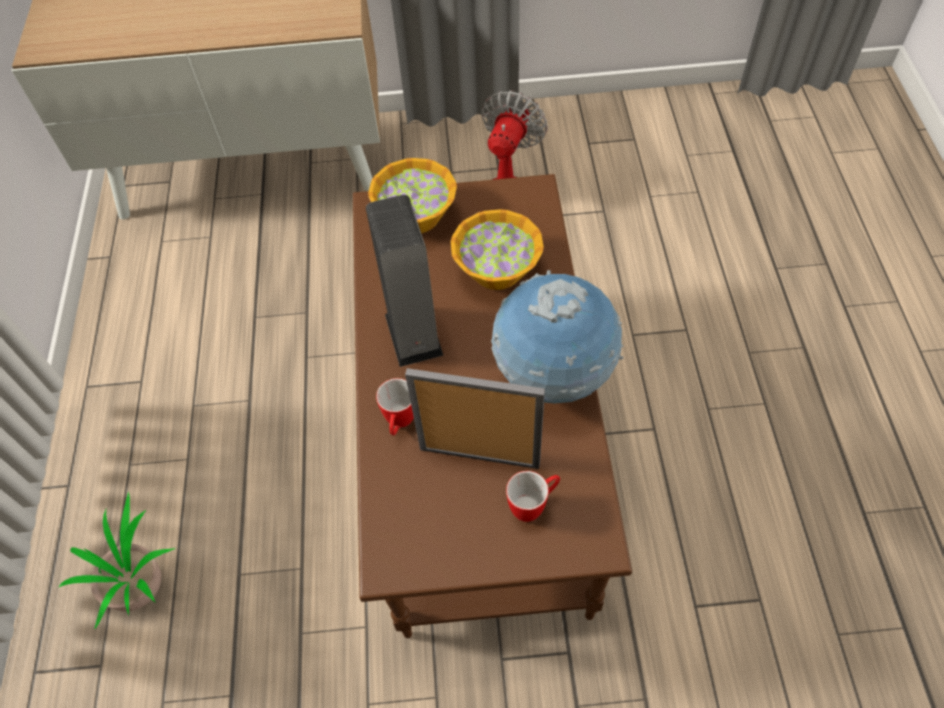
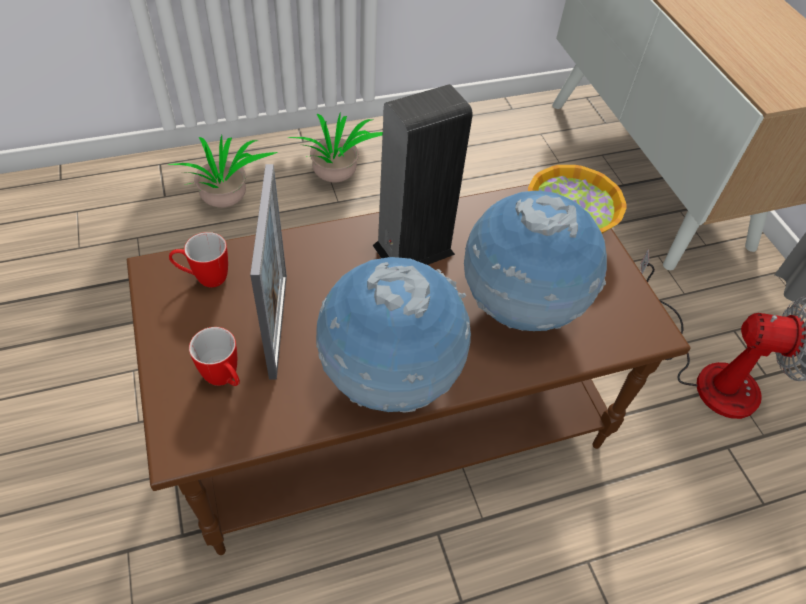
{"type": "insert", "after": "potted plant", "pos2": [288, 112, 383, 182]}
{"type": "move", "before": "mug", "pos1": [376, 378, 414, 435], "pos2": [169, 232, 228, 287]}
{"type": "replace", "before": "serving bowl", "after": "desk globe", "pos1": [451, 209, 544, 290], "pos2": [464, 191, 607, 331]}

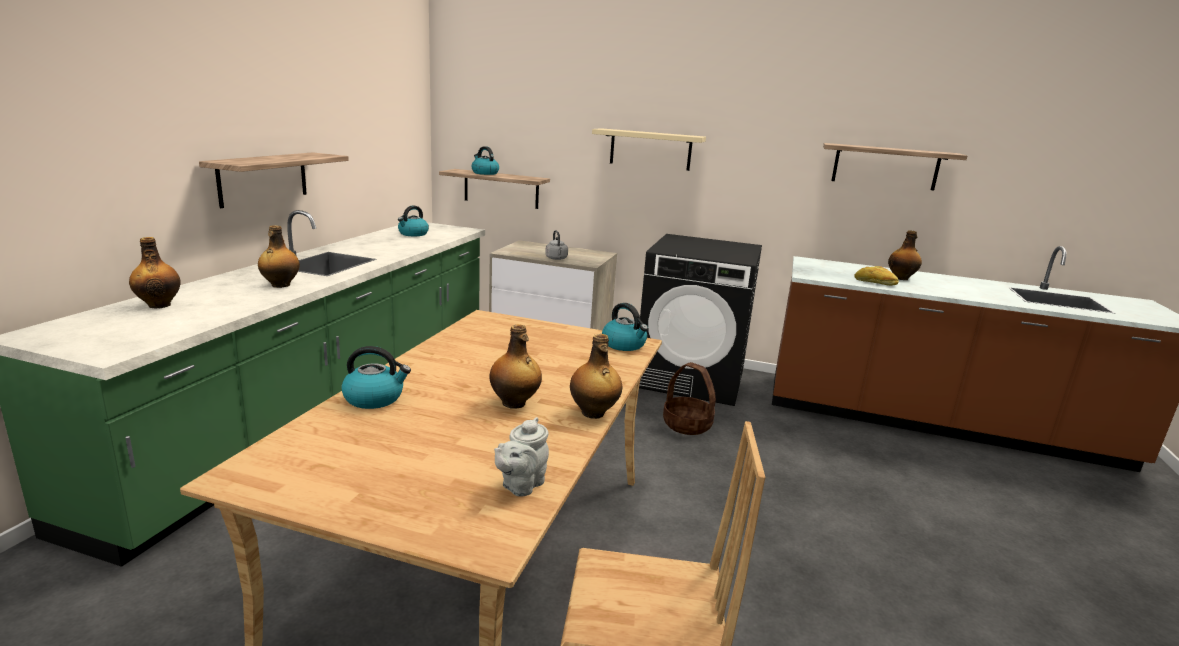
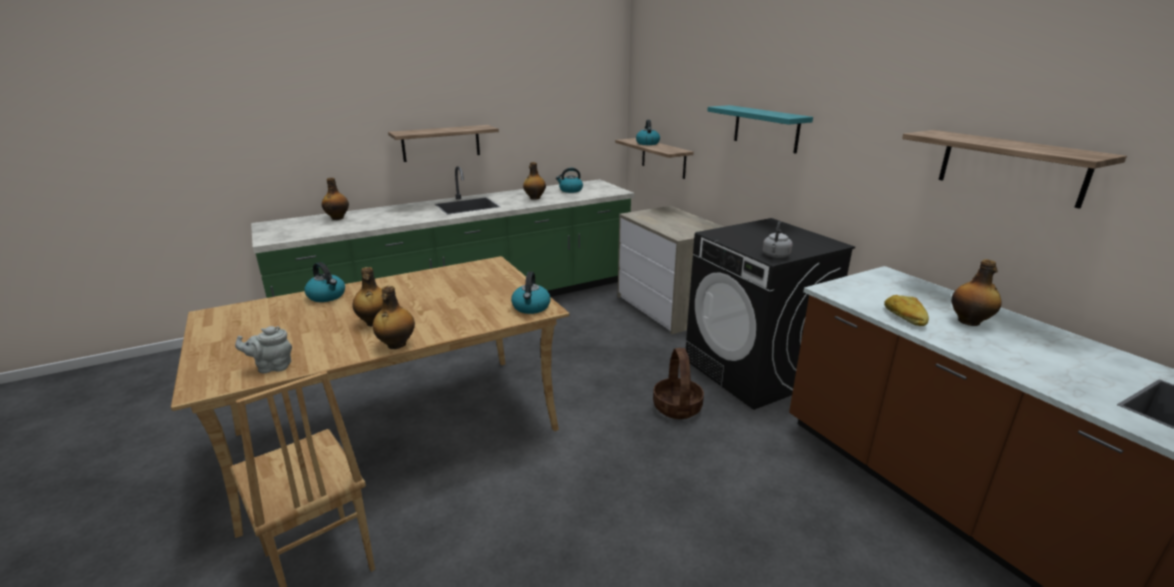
{"type": "move", "before": "beverage bottle", "pos1": [258, 225, 300, 288], "pos2": [523, 162, 546, 200]}
{"type": "move", "before": "tea kettle (greyish)", "pos1": [545, 230, 568, 260], "pos2": [763, 221, 793, 258]}
{"type": "recolor", "before": "wall shelf (sand-coloured)", "after": "wall shelf (turquoise)", "pos1": [592, 128, 706, 171], "pos2": [707, 105, 813, 154]}

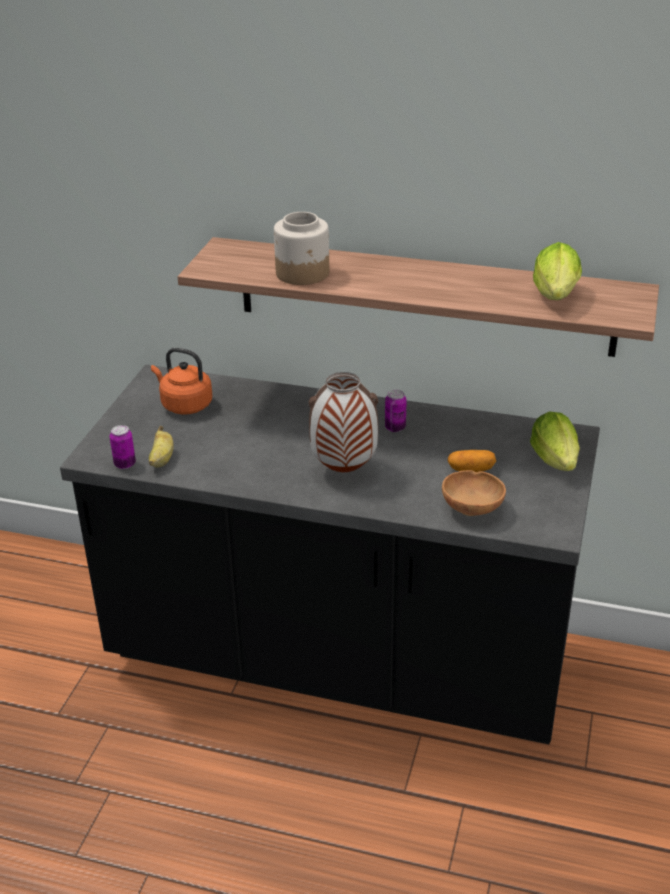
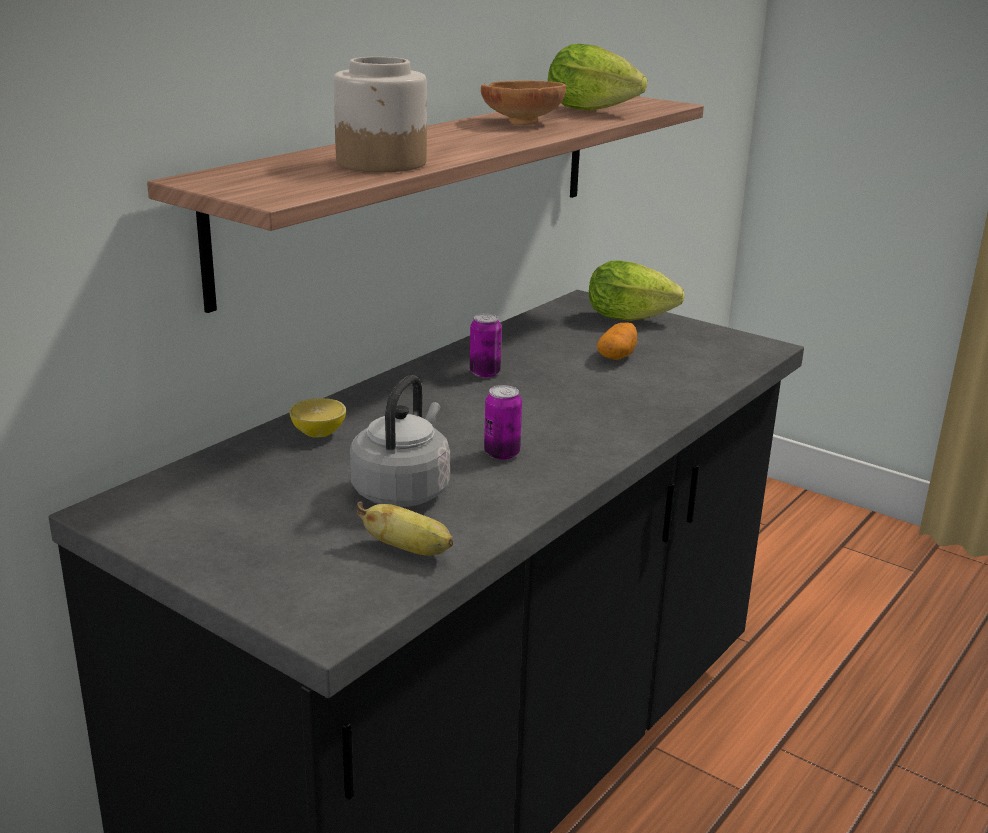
{"type": "delete", "before": "tea kettle (orange)", "pos1": [151, 348, 212, 415]}
{"type": "delete", "before": "flower vase", "pos1": [309, 372, 378, 472]}
{"type": "insert", "after": "citrus fruit", "pos2": [289, 398, 346, 438]}
{"type": "insert", "after": "tea kettle (greyish)", "pos2": [350, 375, 450, 507]}
{"type": "move", "before": "can", "pos1": [110, 425, 136, 469], "pos2": [484, 385, 522, 460]}
{"type": "move", "before": "serving bowl (brownish)", "pos1": [442, 470, 506, 516], "pos2": [481, 80, 566, 125]}

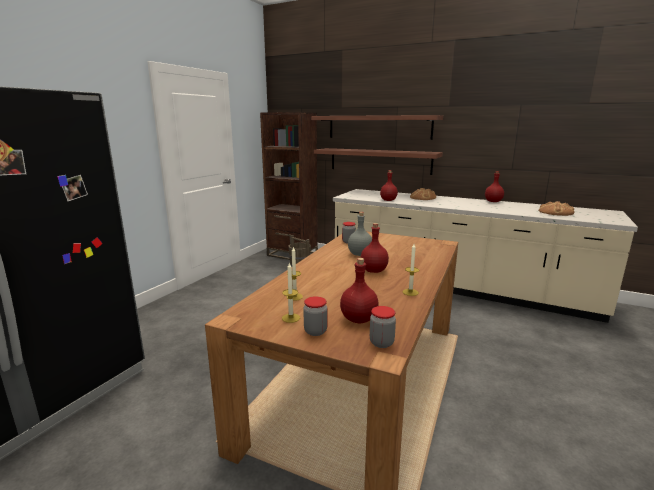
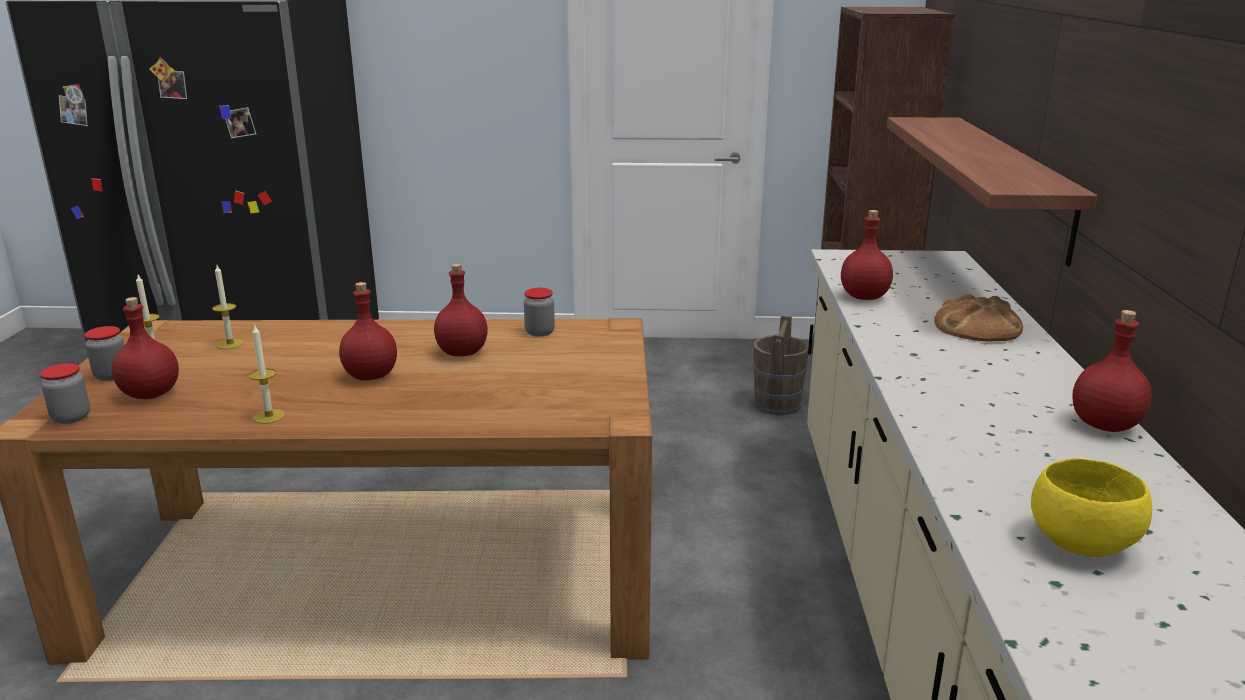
{"type": "delete", "before": "wall shelf", "pos1": [311, 115, 443, 140]}
{"type": "replace", "before": "bakery bread", "after": "serving bowl (yellow)", "pos1": [539, 201, 575, 216], "pos2": [1031, 458, 1152, 557]}
{"type": "recolor", "before": "beverage bottle (greyish)", "after": "beverage bottle (red)", "pos1": [348, 212, 372, 256], "pos2": [434, 264, 488, 356]}

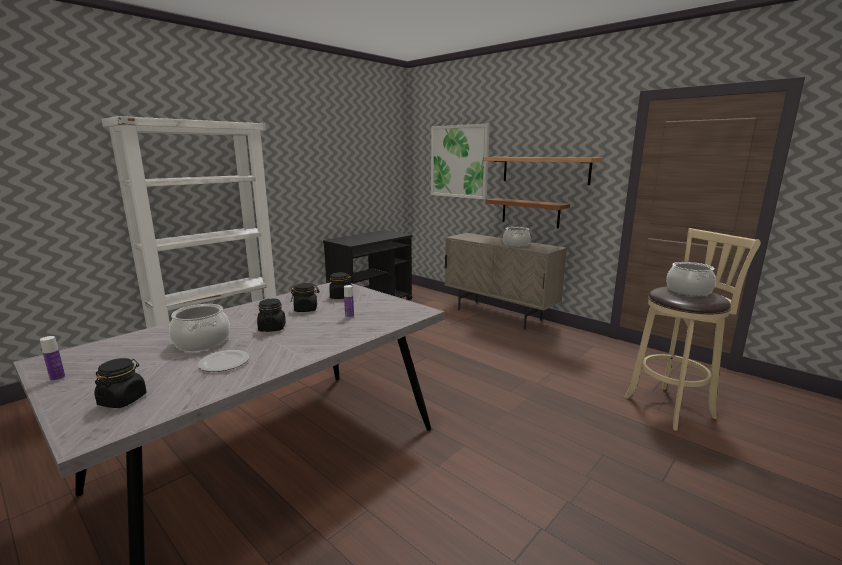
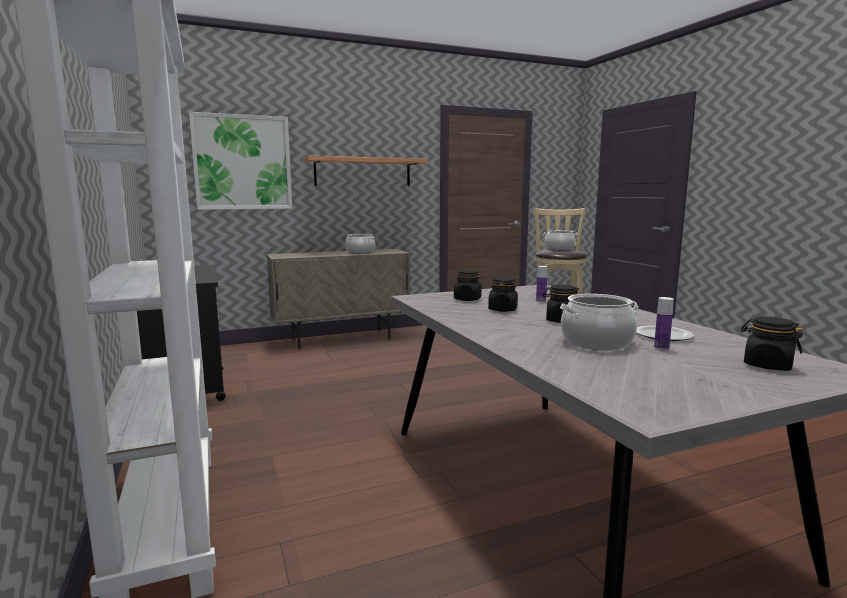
{"type": "delete", "before": "wall shelf (brownish)", "pos1": [485, 198, 570, 228]}
{"type": "move", "before": "beverage bottle", "pos1": [40, 336, 65, 382], "pos2": [654, 297, 674, 350]}

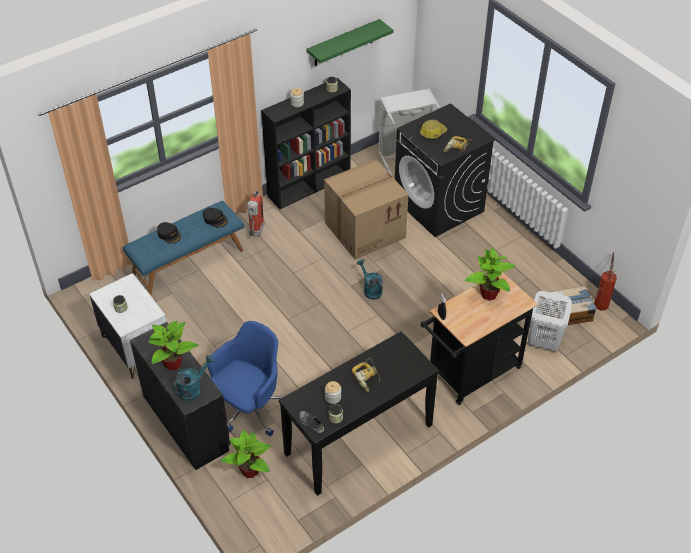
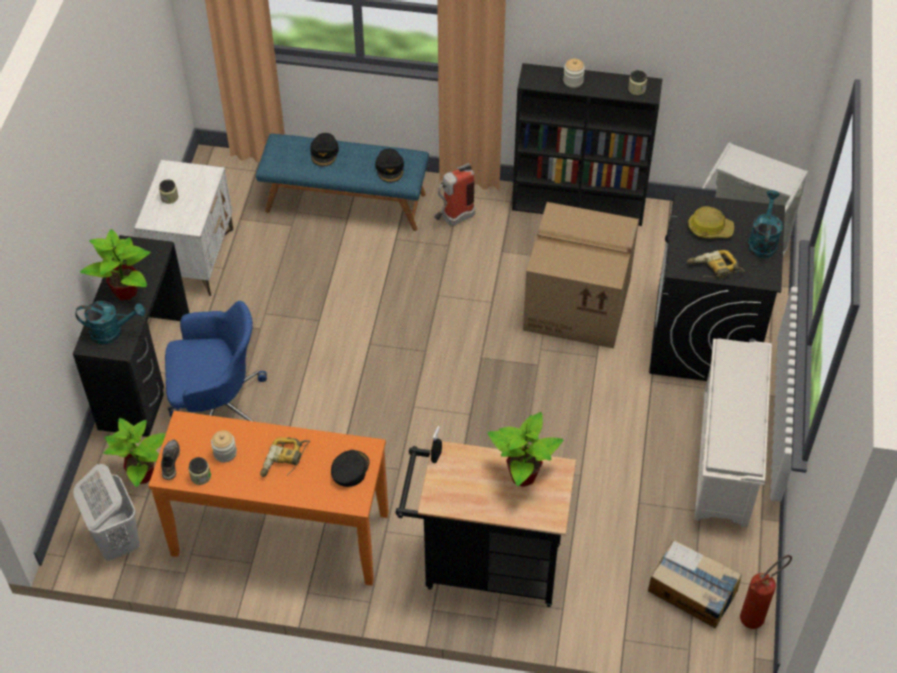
{"type": "delete", "before": "wall shelf (green-coloured)", "pos1": [307, 19, 393, 66]}
{"type": "insert", "after": "cap (blackish)", "pos2": [331, 450, 369, 487]}
{"type": "insert", "after": "shoe stand (white)", "pos2": [694, 338, 772, 527]}
{"type": "move", "before": "sprinkling can (turquoise)", "pos1": [357, 259, 383, 300], "pos2": [748, 190, 783, 258]}
{"type": "move", "before": "washing basket (white)", "pos1": [528, 291, 572, 351], "pos2": [73, 464, 139, 561]}
{"type": "recolor", "before": "console table (blackish)", "after": "console table (orange)", "pos1": [279, 331, 439, 496], "pos2": [148, 411, 389, 586]}

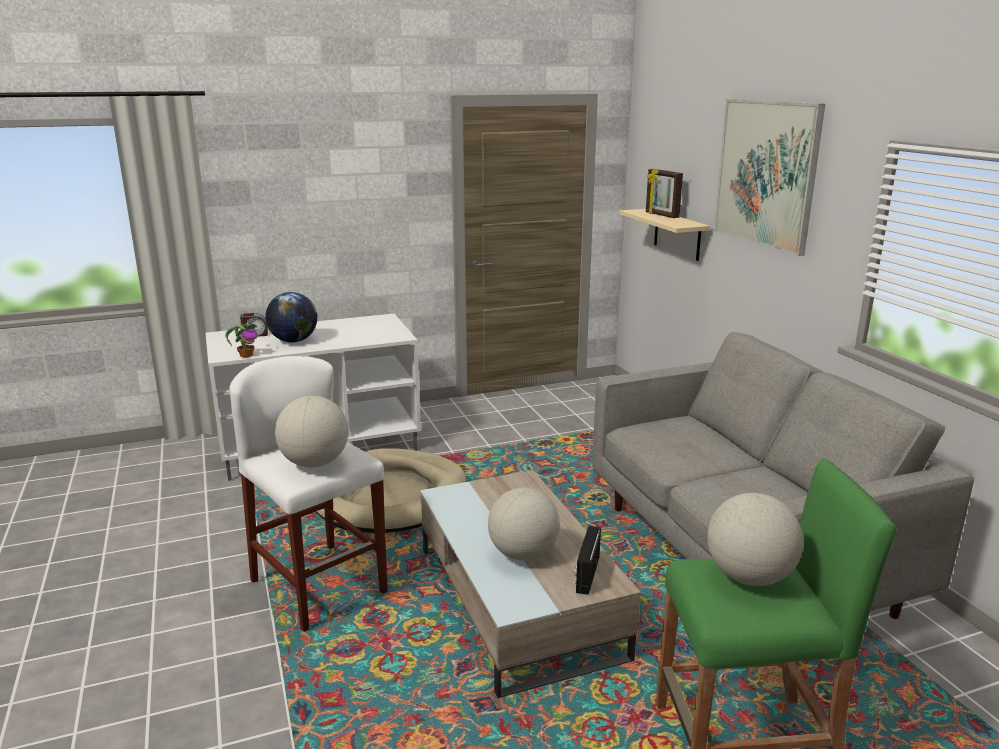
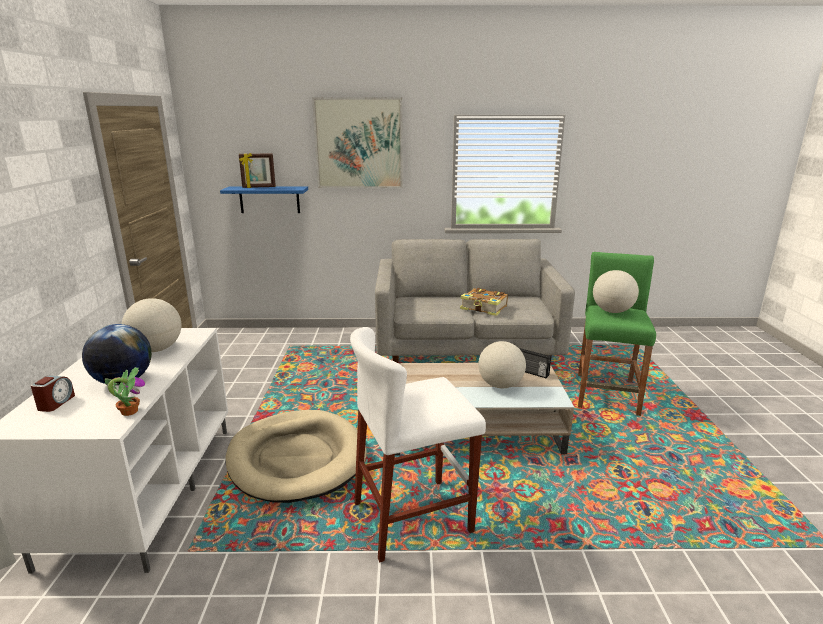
{"type": "insert", "after": "book", "pos2": [460, 288, 508, 316]}
{"type": "move", "before": "desk globe", "pos1": [275, 396, 349, 467], "pos2": [122, 298, 181, 352]}
{"type": "recolor", "before": "wall shelf (sand-coloured)", "after": "wall shelf (blue-coloured)", "pos1": [620, 209, 710, 261], "pos2": [220, 186, 308, 213]}

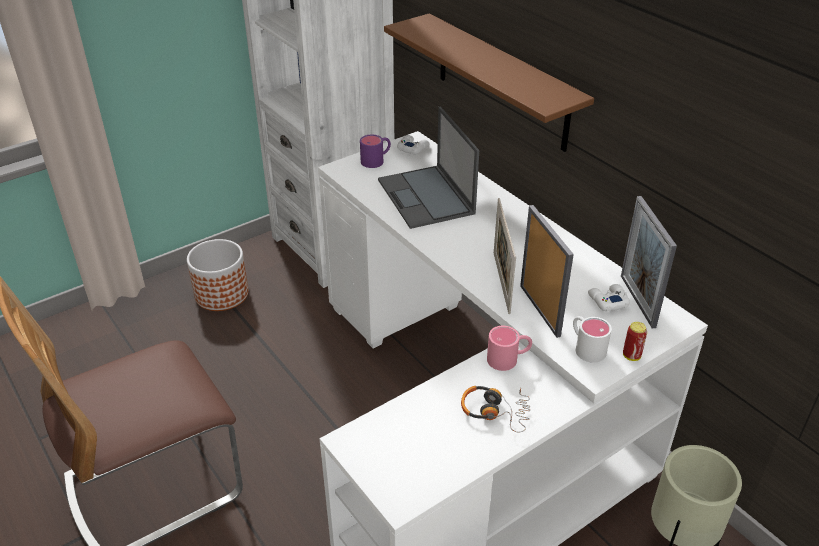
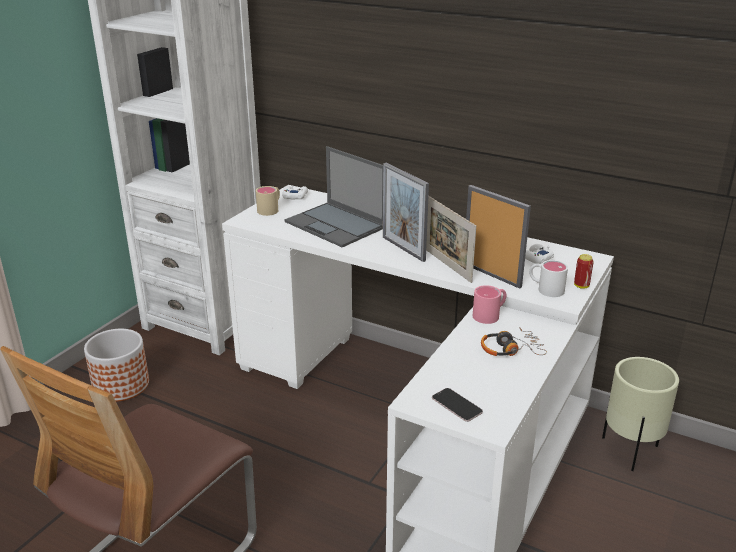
{"type": "delete", "before": "wall shelf (brownish)", "pos1": [384, 14, 594, 152]}
{"type": "insert", "after": "telephone", "pos2": [432, 388, 483, 422]}
{"type": "move", "before": "photo frame", "pos1": [621, 196, 677, 329], "pos2": [383, 163, 429, 262]}
{"type": "recolor", "before": "mug (purple)", "after": "mug (sand-coloured)", "pos1": [360, 135, 391, 168], "pos2": [256, 186, 280, 216]}

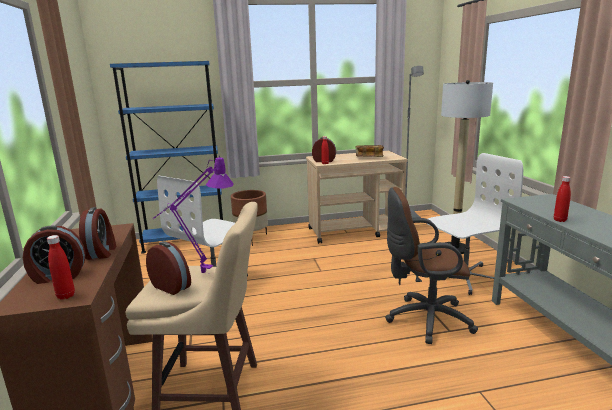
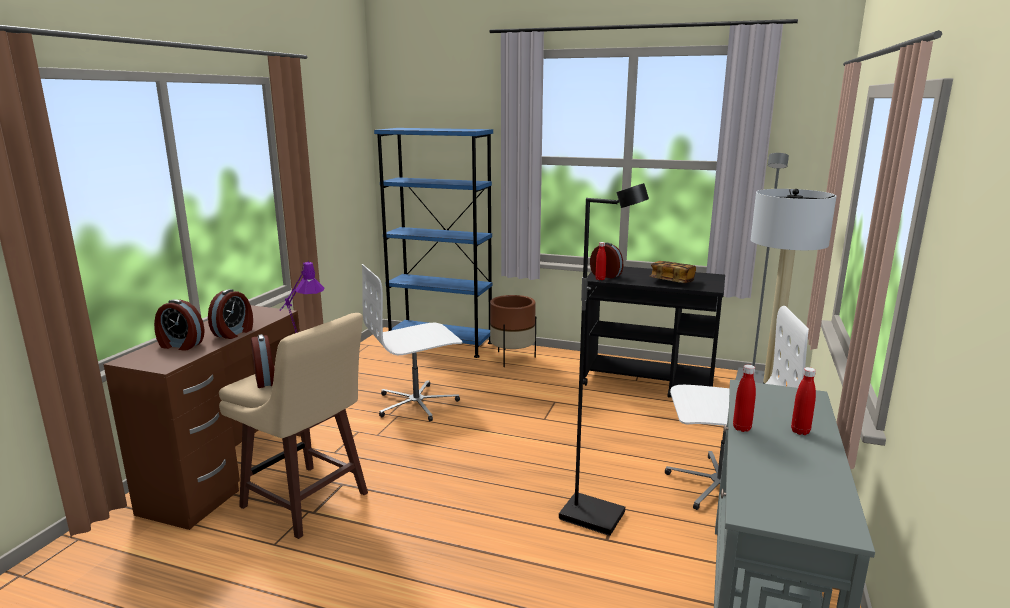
{"type": "move", "before": "beverage bottle (red)", "pos1": [47, 235, 75, 300], "pos2": [791, 367, 816, 435]}
{"type": "replace", "before": "office chair (brownish)", "after": "standard lamp (blackish)", "pos1": [385, 187, 478, 344], "pos2": [559, 183, 649, 536]}
{"type": "recolor", "before": "trolley (sand-coloured)", "after": "trolley (blackish)", "pos1": [306, 151, 408, 244], "pos2": [583, 266, 725, 398]}

